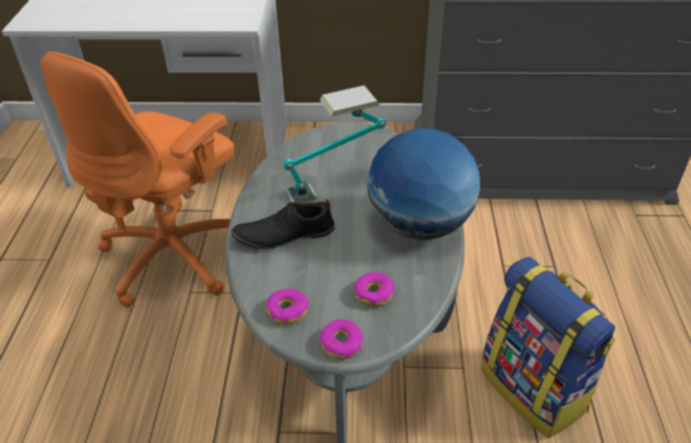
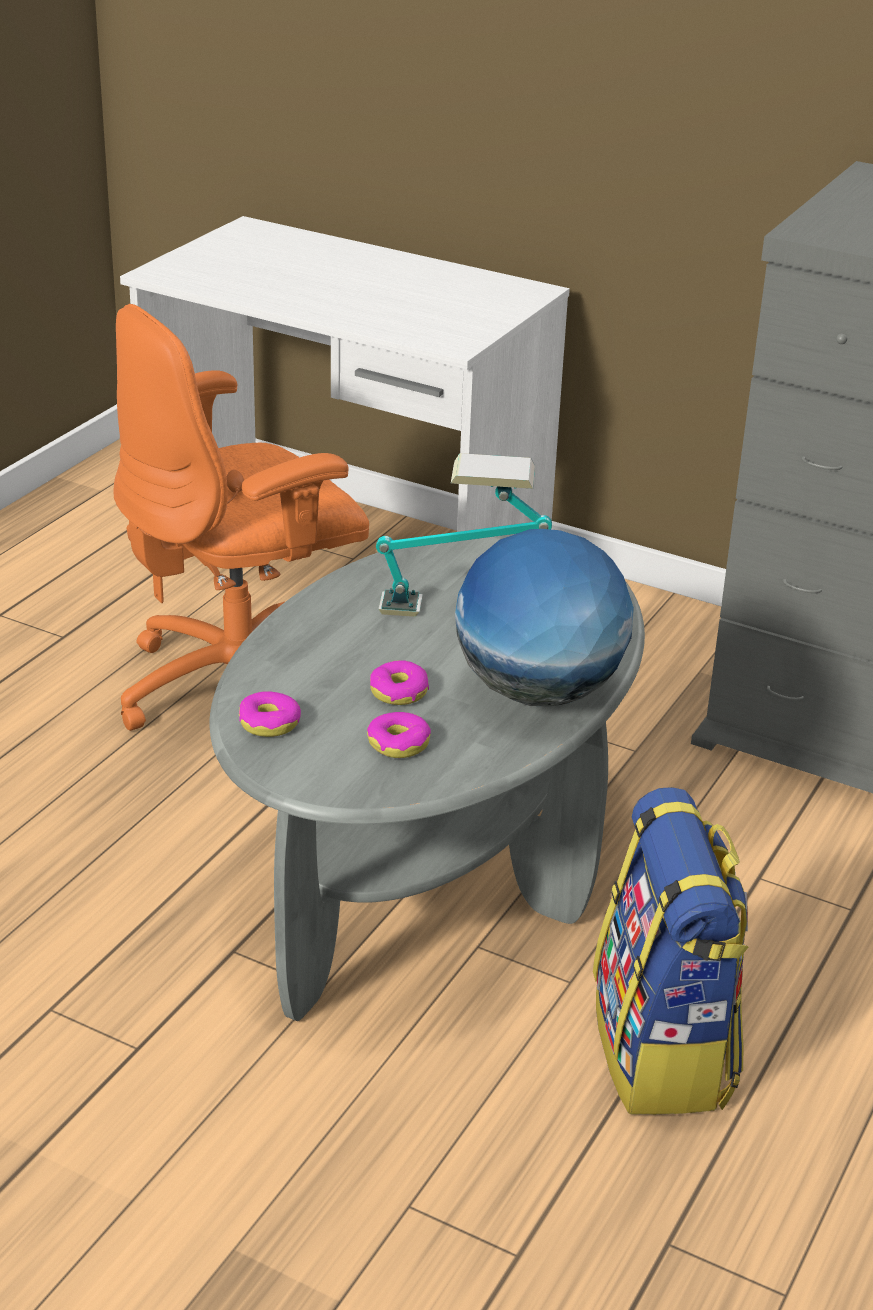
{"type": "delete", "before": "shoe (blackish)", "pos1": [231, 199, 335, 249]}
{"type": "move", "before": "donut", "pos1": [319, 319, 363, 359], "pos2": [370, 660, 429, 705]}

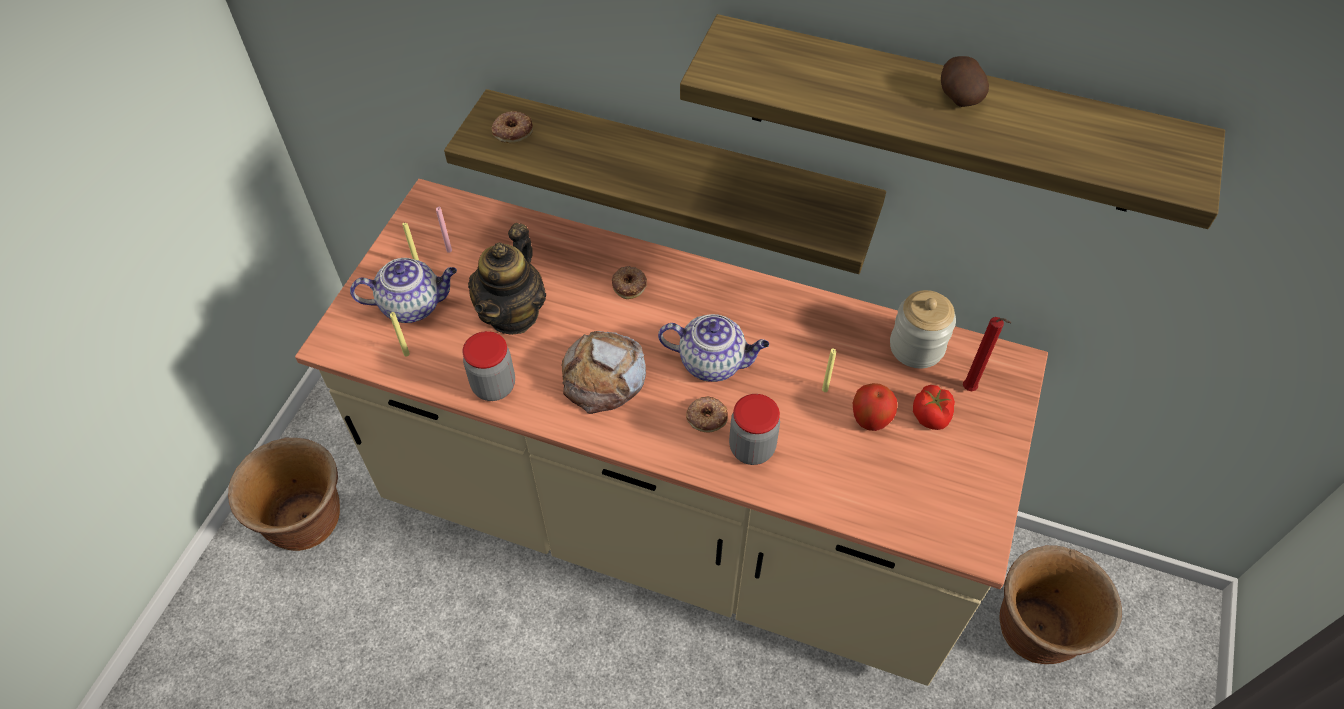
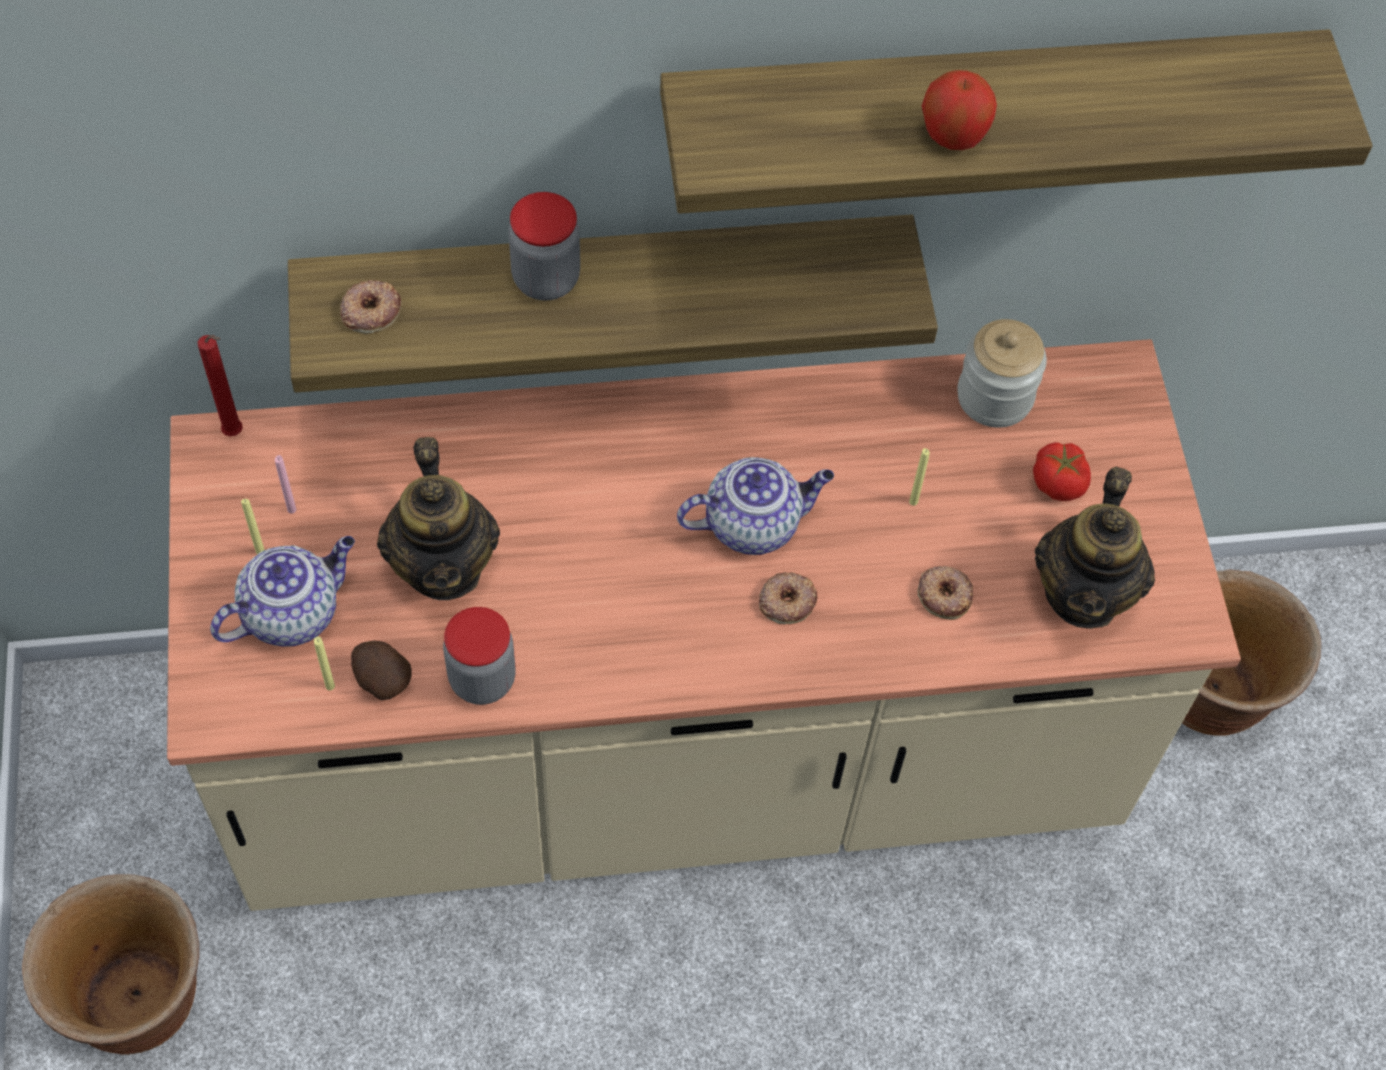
{"type": "delete", "before": "bakery bread", "pos1": [562, 331, 646, 414]}
{"type": "insert", "after": "pot for tea", "pos2": [1034, 467, 1155, 629]}
{"type": "move", "before": "donut", "pos1": [612, 266, 647, 299], "pos2": [917, 566, 973, 620]}
{"type": "move", "before": "preserve jar", "pos1": [729, 394, 780, 465], "pos2": [508, 192, 580, 300]}
{"type": "move", "before": "apple", "pos1": [853, 383, 897, 431], "pos2": [922, 70, 997, 150]}
{"type": "move", "before": "potato", "pos1": [941, 56, 989, 107], "pos2": [351, 641, 412, 700]}
{"type": "move", "before": "candle (red)", "pos1": [963, 317, 1011, 391], "pos2": [197, 335, 243, 436]}

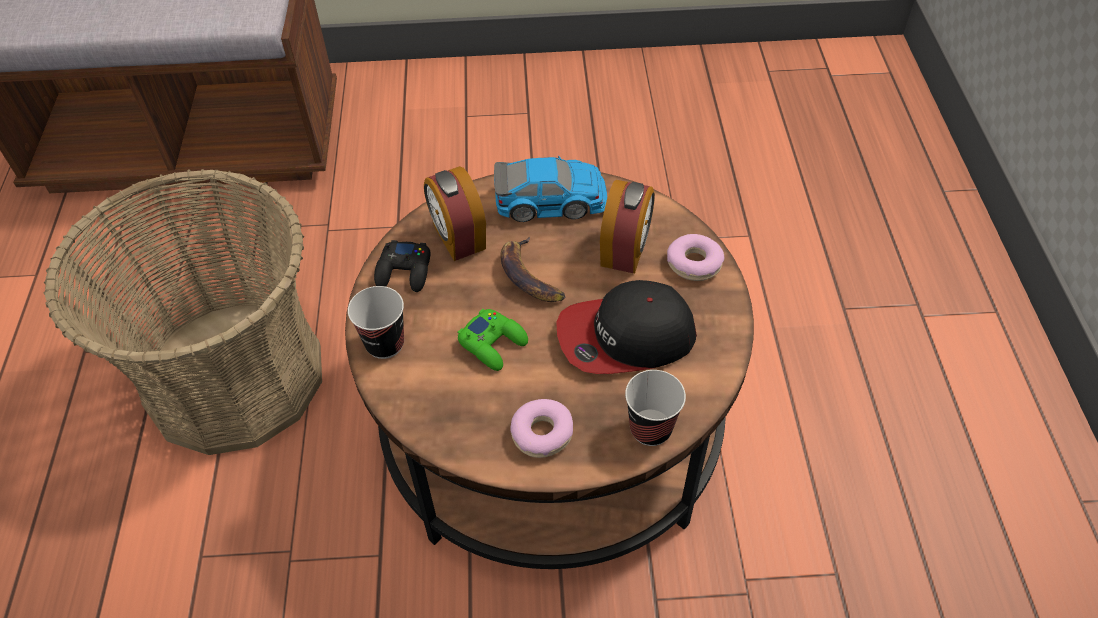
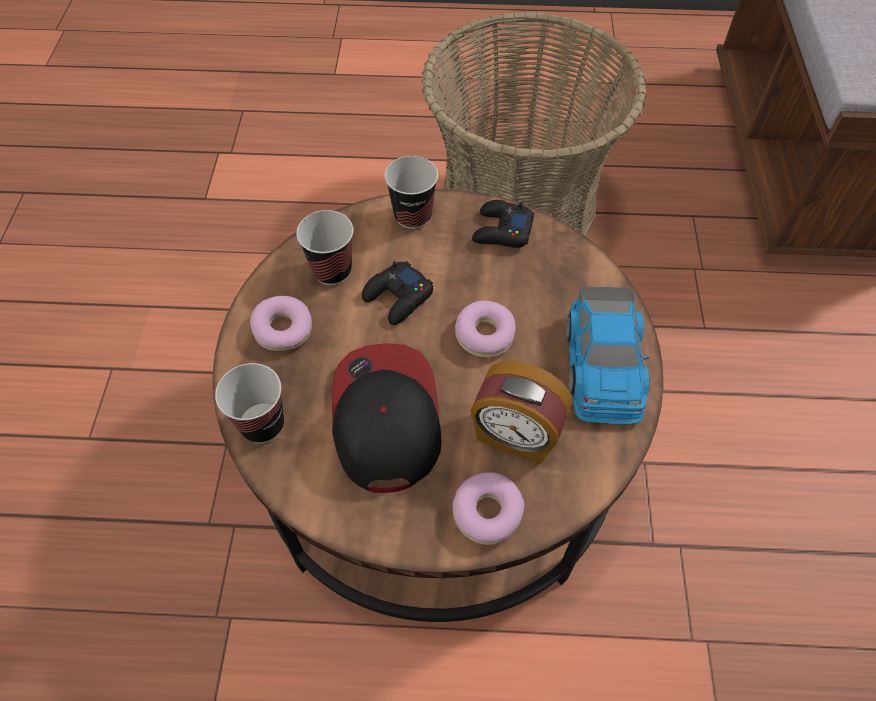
{"type": "delete", "before": "alarm clock", "pos1": [424, 166, 486, 261]}
{"type": "insert", "after": "cup", "pos2": [296, 210, 353, 285]}
{"type": "replace", "before": "banana fruit", "after": "donut", "pos1": [500, 237, 565, 302], "pos2": [455, 301, 516, 358]}
{"type": "recolor", "before": "gamepad (green-coloured)", "after": "gamepad (blackish)", "pos1": [458, 309, 528, 371], "pos2": [362, 261, 433, 325]}

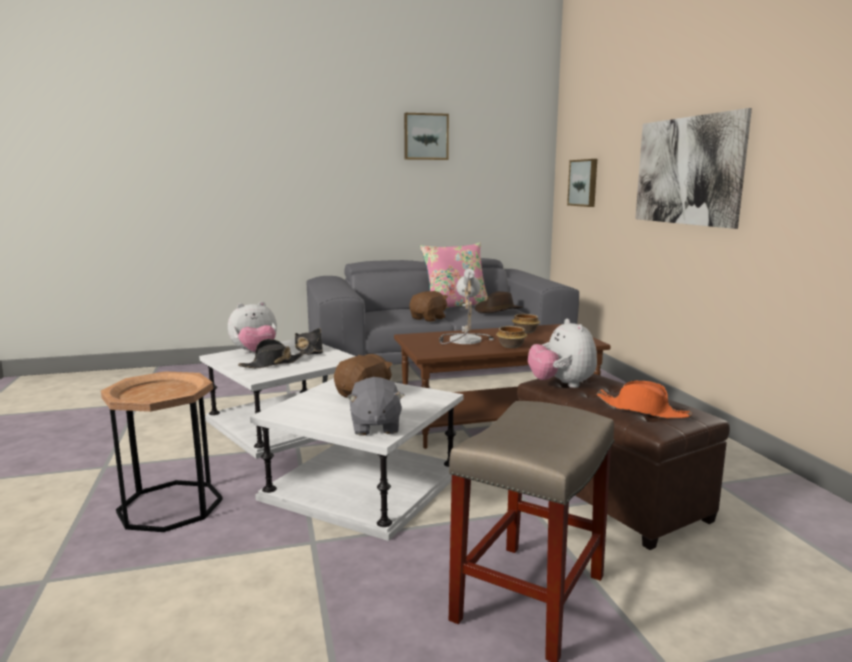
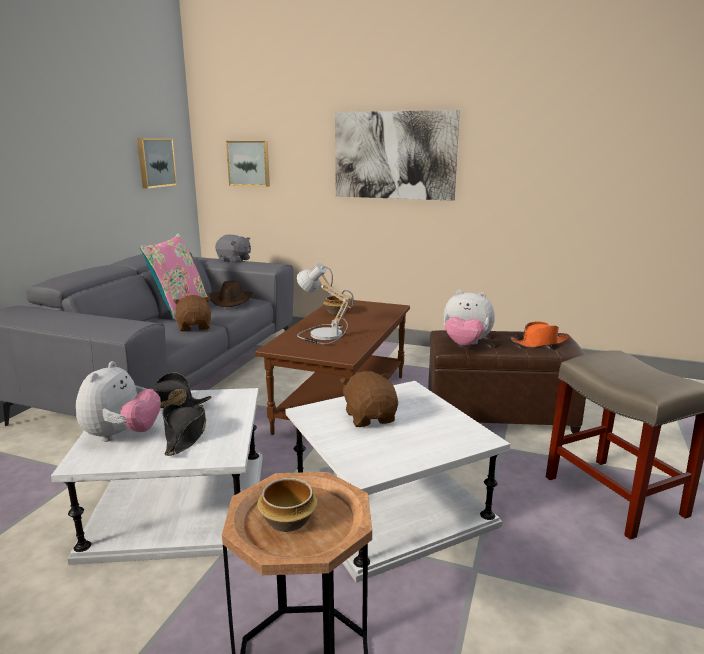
{"type": "move", "before": "soft toy (greyish)", "pos1": [347, 377, 404, 436], "pos2": [215, 235, 251, 263]}
{"type": "move", "before": "wall art", "pos1": [404, 113, 449, 160], "pos2": [137, 138, 177, 189]}
{"type": "move", "before": "serving bowl", "pos1": [496, 326, 527, 348], "pos2": [257, 478, 318, 532]}

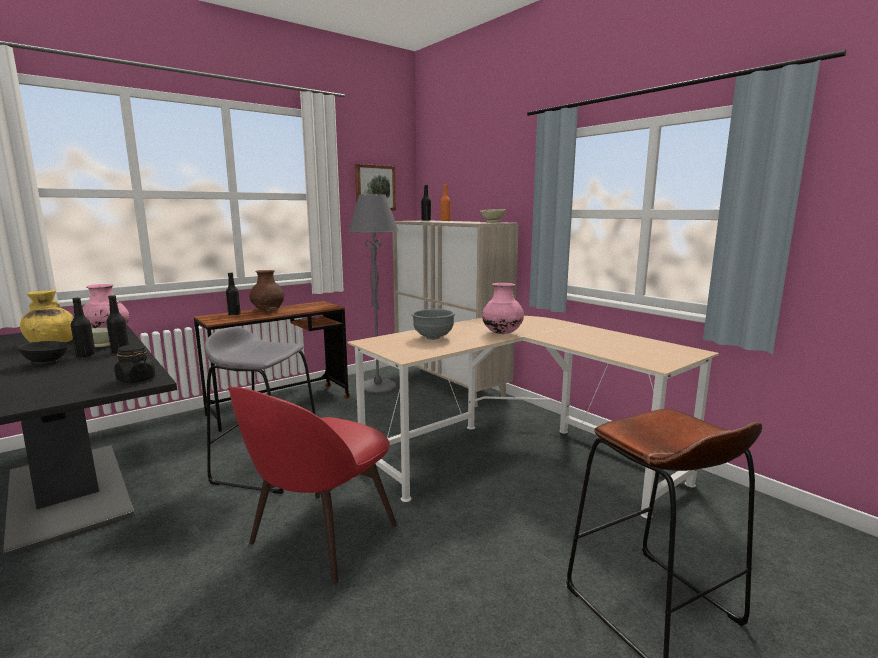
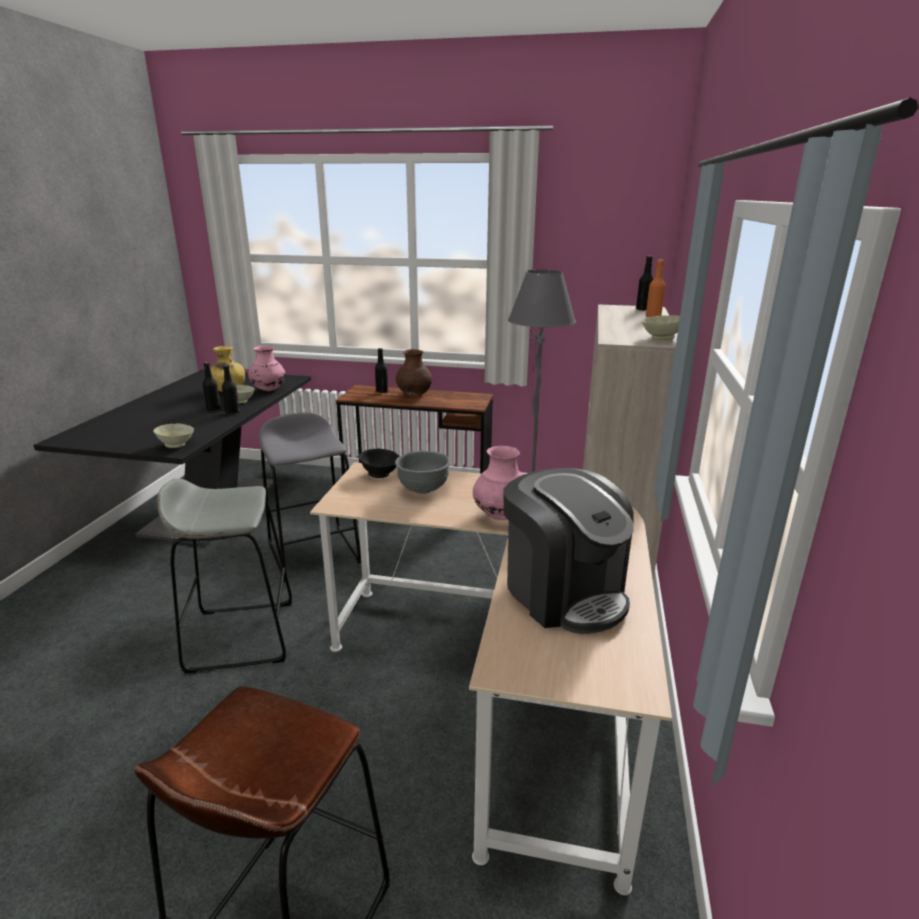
{"type": "delete", "before": "wall art", "pos1": [355, 164, 396, 211]}
{"type": "insert", "after": "coffee brewer", "pos2": [503, 468, 634, 634]}
{"type": "move", "before": "serving bowl (blackish)", "pos1": [17, 341, 69, 366], "pos2": [359, 449, 399, 478]}
{"type": "replace", "before": "preserve jar (blackish)", "after": "serving bowl (sand-coloured)", "pos1": [115, 344, 156, 383], "pos2": [153, 424, 194, 448]}
{"type": "replace", "before": "plain chair (red)", "after": "sitting stool (greyish)", "pos1": [228, 387, 397, 584], "pos2": [157, 478, 293, 674]}

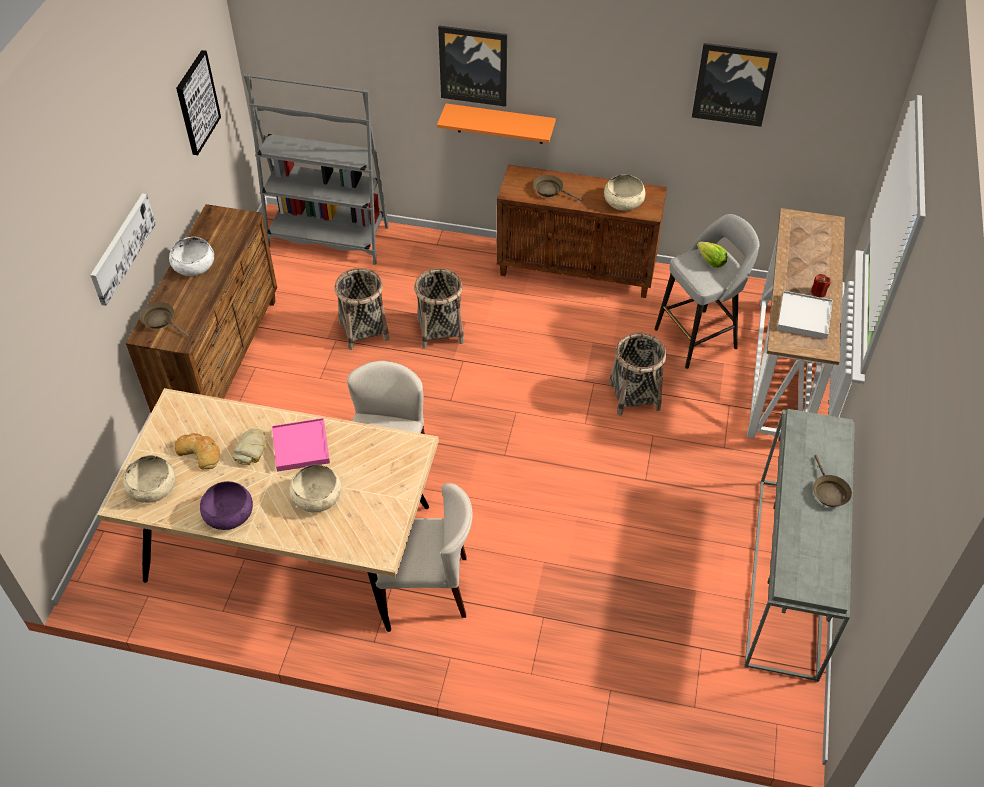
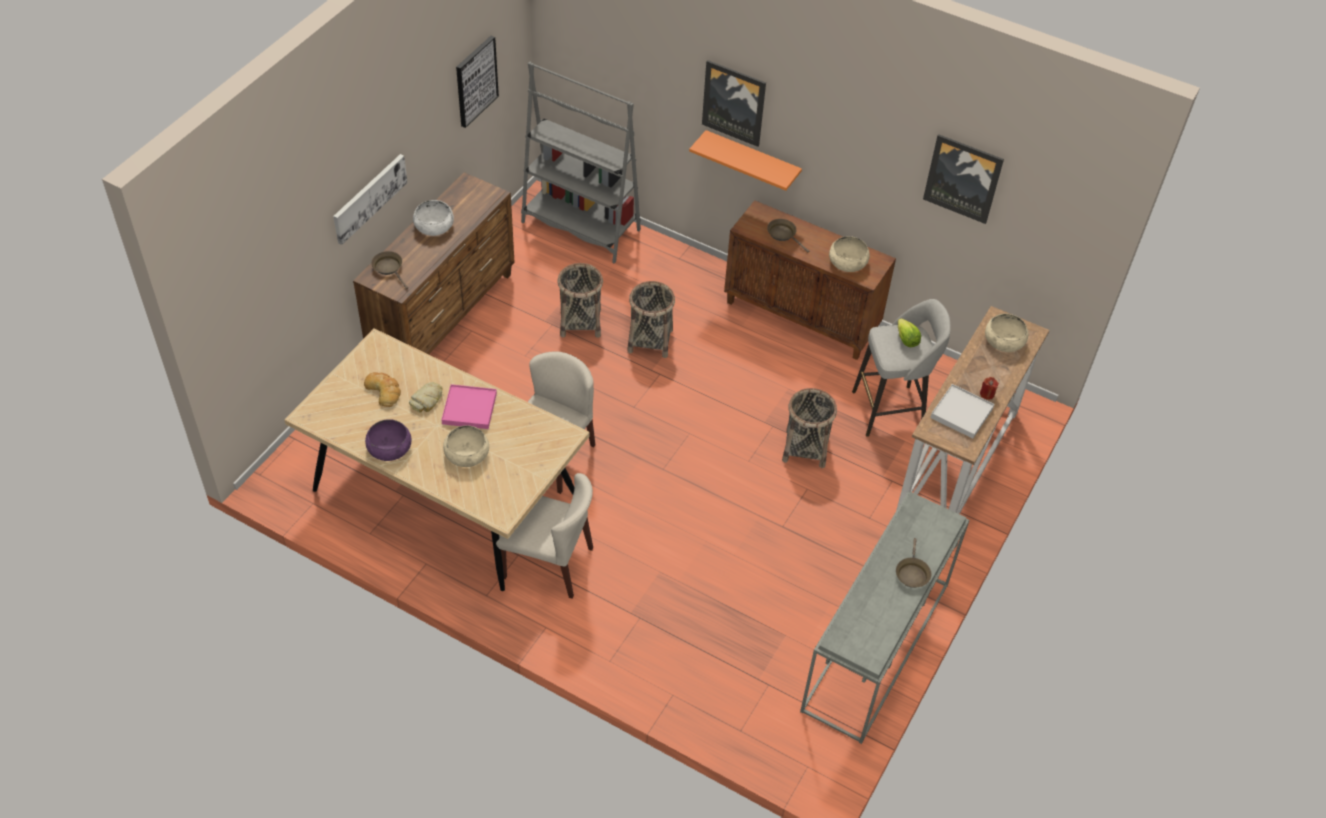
{"type": "move", "before": "serving bowl (sand-coloured)", "pos1": [123, 455, 176, 503], "pos2": [985, 313, 1029, 352]}

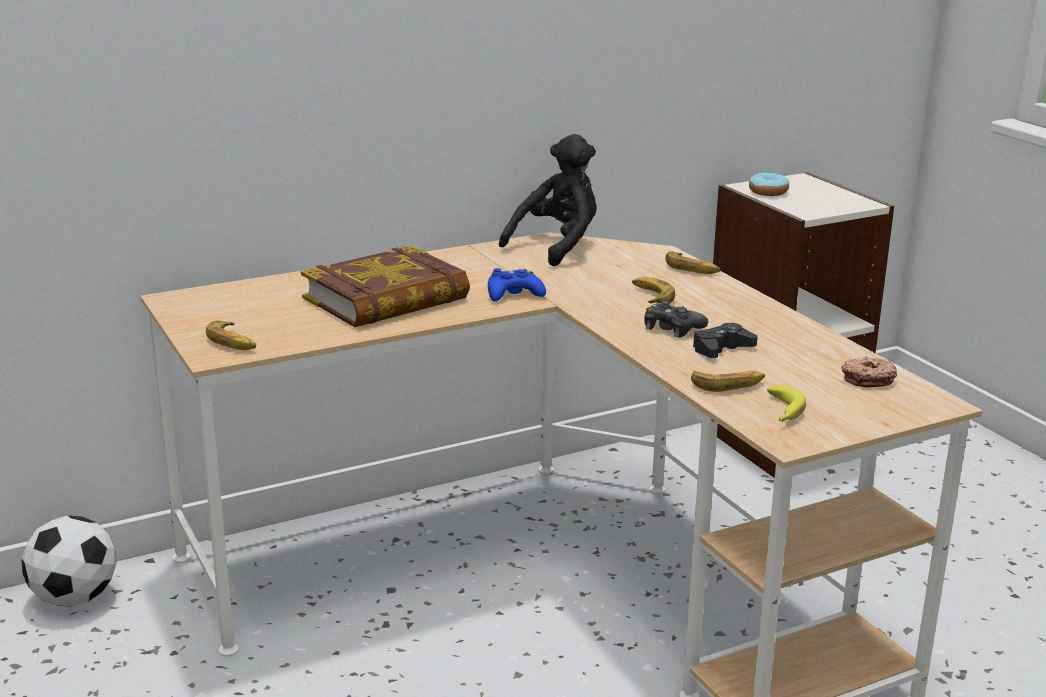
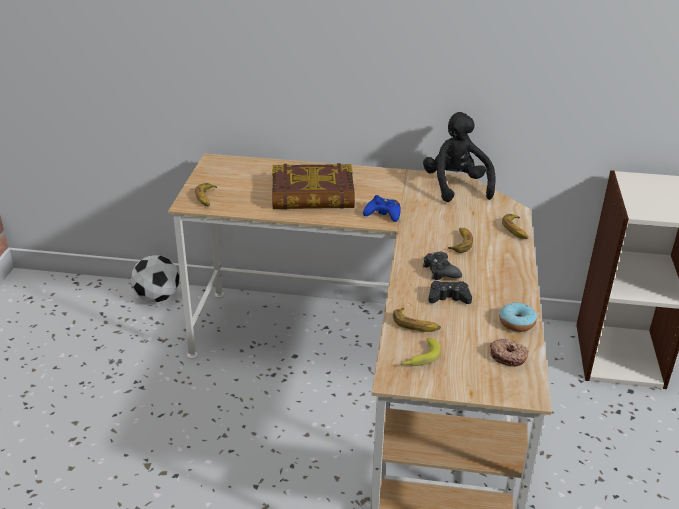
{"type": "move", "before": "donut", "pos1": [749, 172, 789, 196], "pos2": [499, 303, 537, 332]}
{"type": "rotate", "before": "soft toy (blackish)", "pos1": [499, 134, 596, 266], "pos2": [423, 112, 496, 202], "turn": -90}

